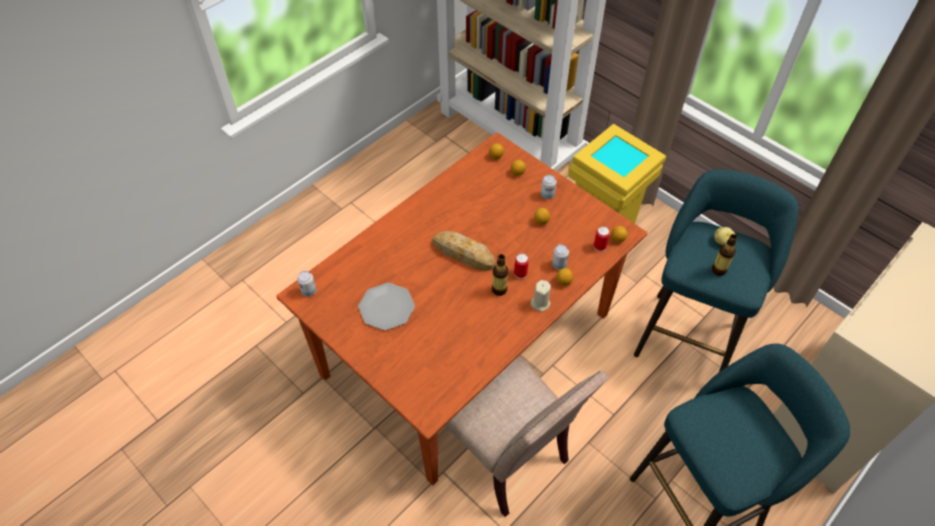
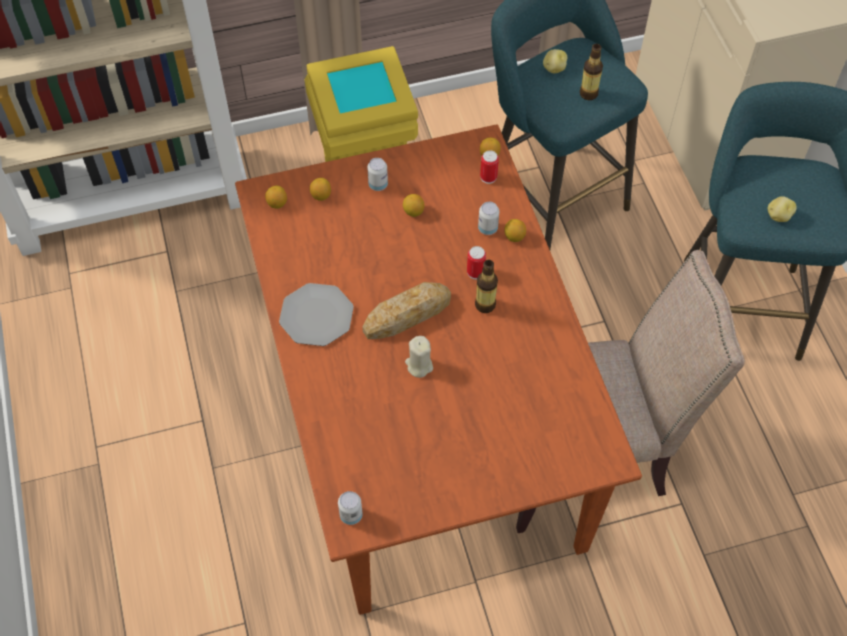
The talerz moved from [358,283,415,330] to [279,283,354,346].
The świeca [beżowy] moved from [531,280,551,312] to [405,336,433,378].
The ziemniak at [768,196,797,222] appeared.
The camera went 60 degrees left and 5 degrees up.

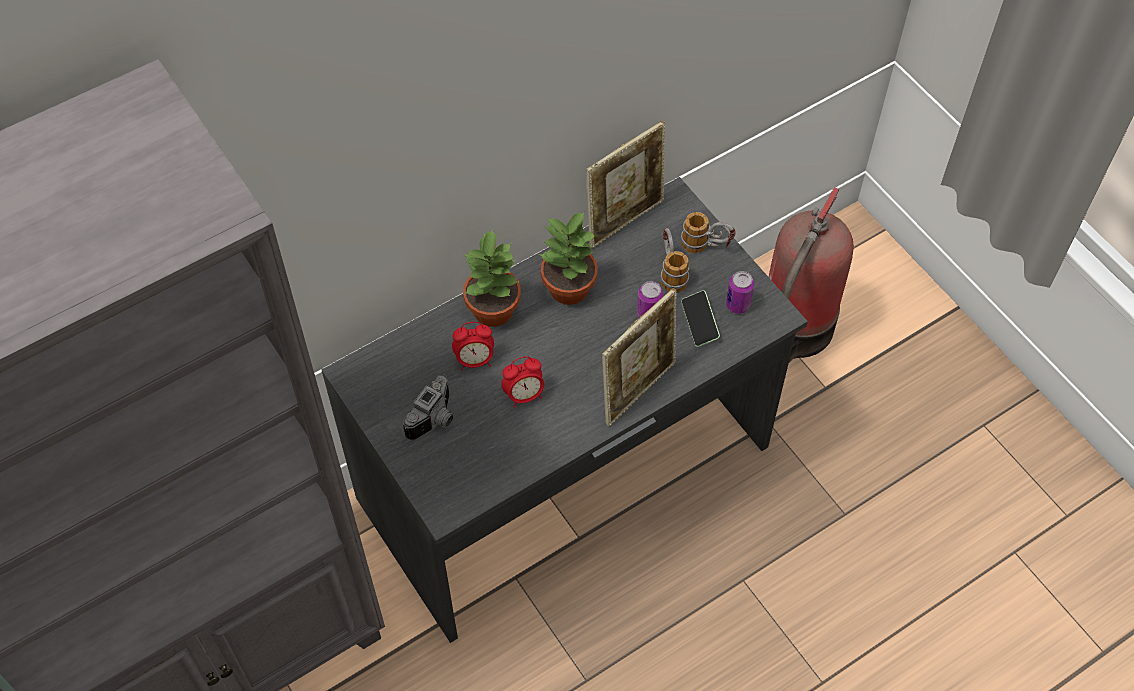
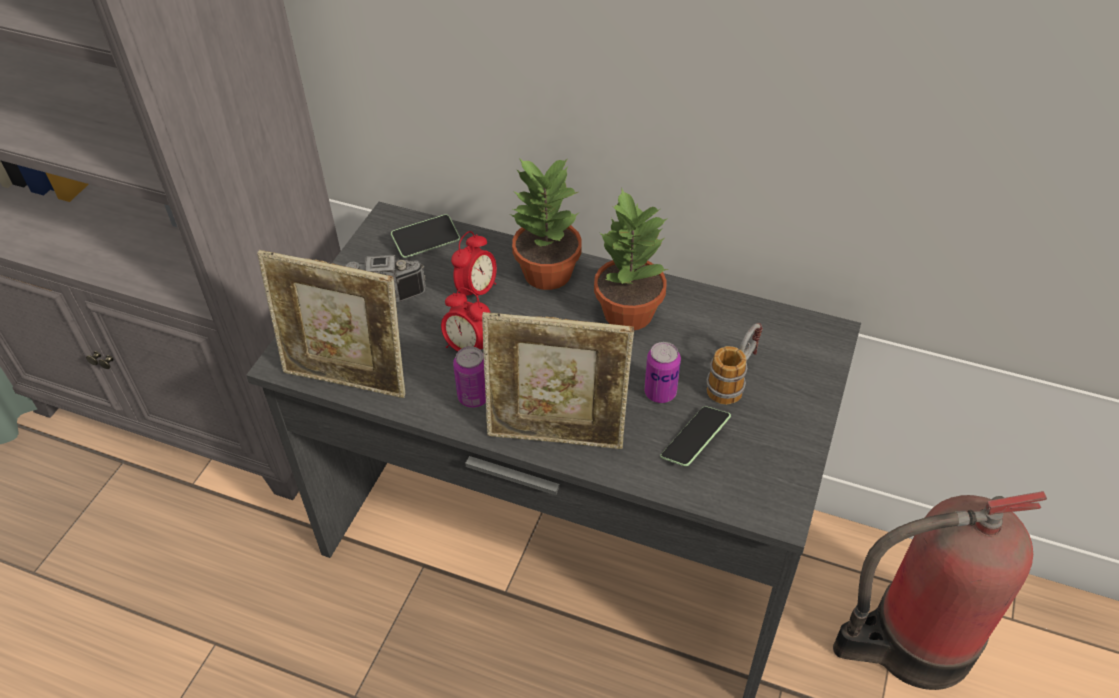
The ramka na zdjęcie moved from [586,121,665,248] to [257,250,405,398].
The telefon at [391,214,460,258] appeared.
The budzik at [452,322,494,371] turned 105 degrees counterclockwise.
The puszka moved from [726,271,754,314] to [453,346,486,408].
The kubek at [681,212,736,253] disappeared.
The camera went 55 degrees right and 10 degrees down.

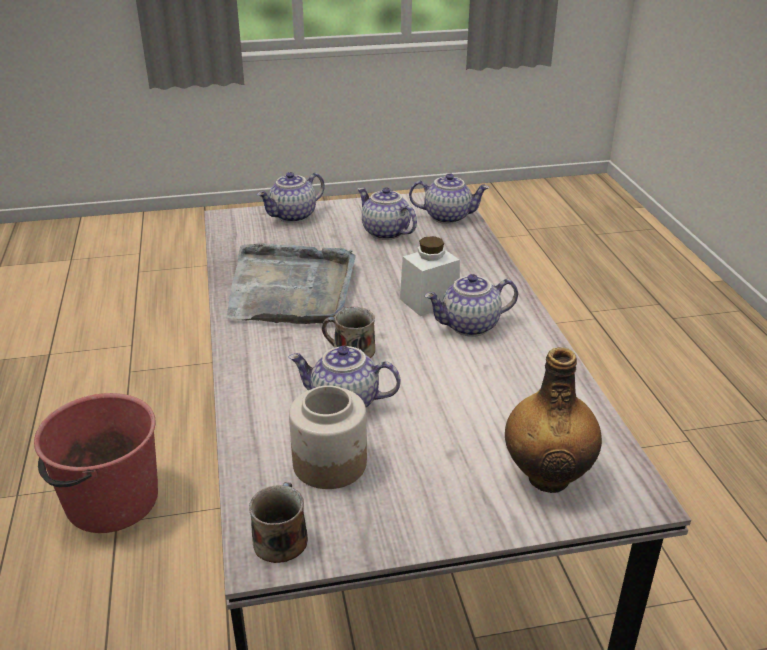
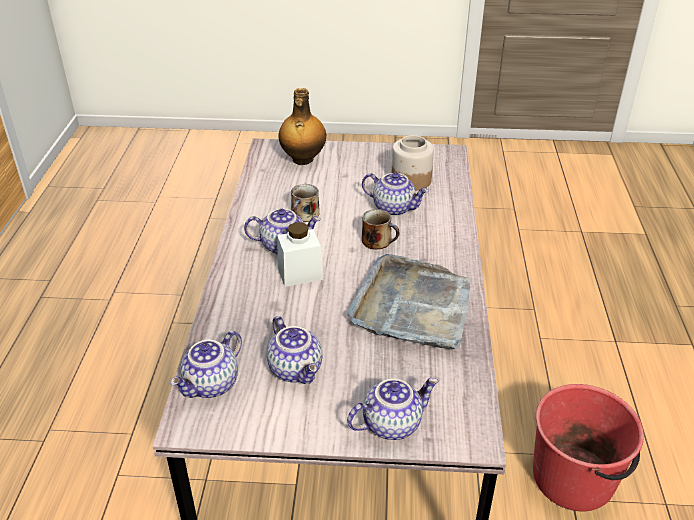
The imbryk at [409,173,490,224] turned 75 degrees counterclockwise.
The kubek moved from [249,482,308,563] to [291,184,320,222].
The camera went 165 degrees left and 5 degrees up.

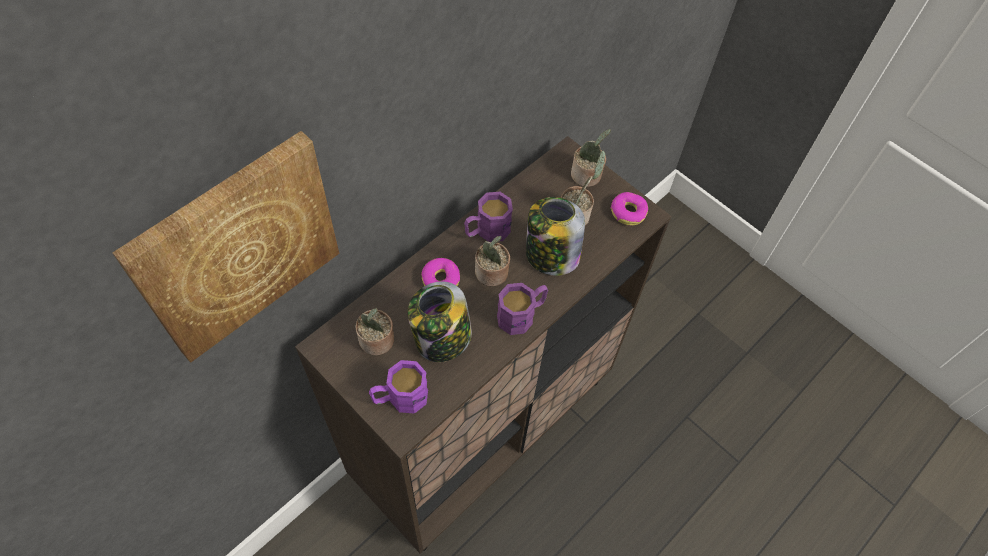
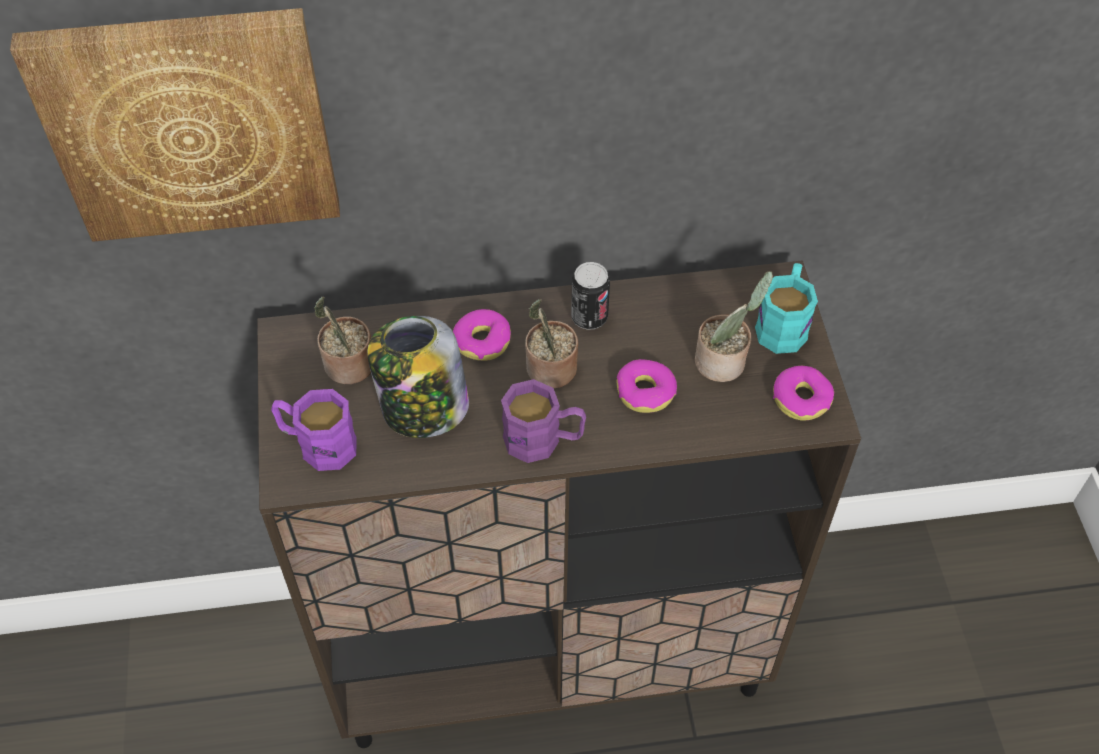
The kubek [fioletowy] at [464,192,513,242] was replaced by the puszka at [571,262,610,330].
The słoik at [526,197,585,276] was replaced by the donut at [617,359,677,413].
The roślina doniczkowa at [571,129,611,187] was replaced by the kubek [turkusowy] at [755,263,818,354].
The camera went 40 degrees right and 5 degrees down.

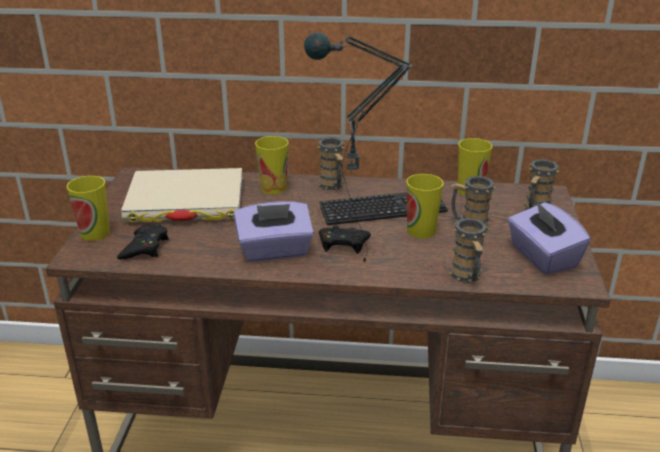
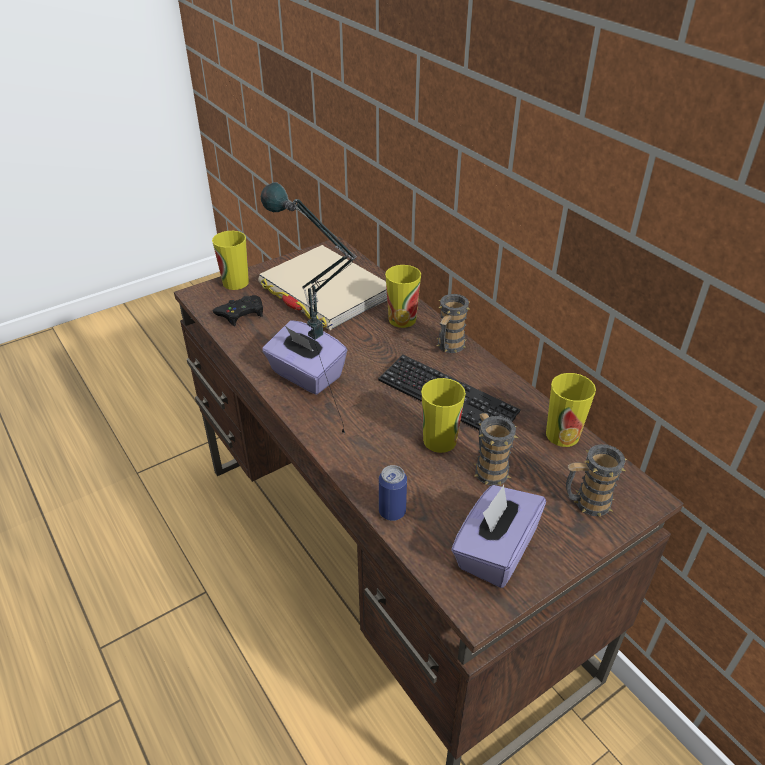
The kubek at [448,218,489,283] was replaced by the puszka at [379,465,407,521].
The pad do gier [czarny] at [319,225,371,254] disappeared.
The camera went 50 degrees right and 10 degrees up.

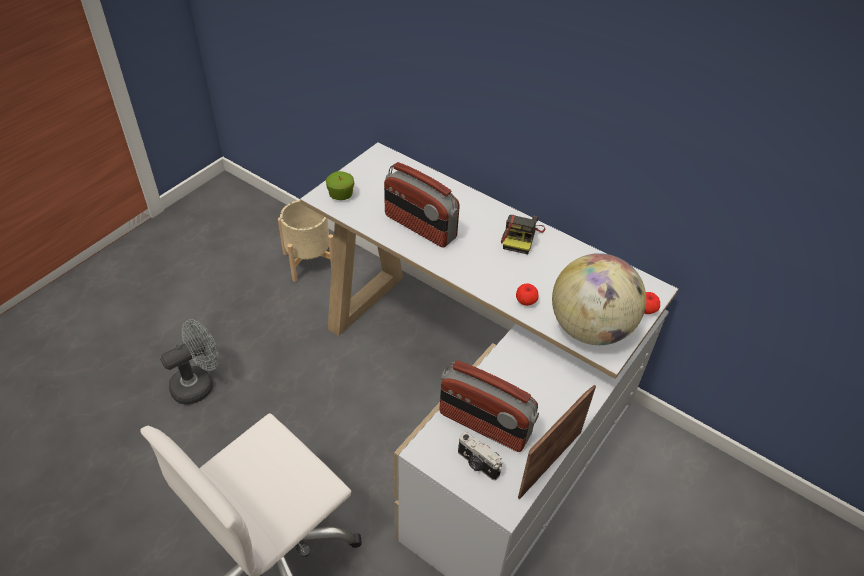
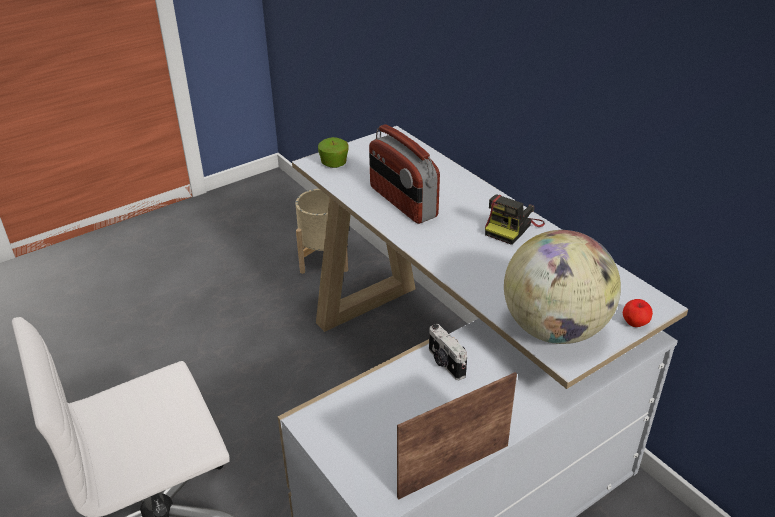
The aparat fotograficzny moved from [458,432,502,480] to [429,324,467,380].
The wentylator [szary] at [160,319,219,405] disappeared.
The radio at [439,361,539,452] disappeared.
The jabłko at [516,284,539,306] disappeared.
The camera went 20 degrees right and 10 degrees down.

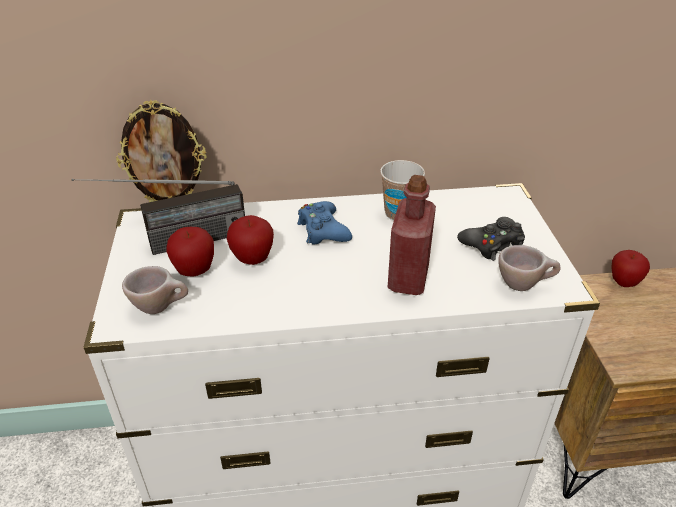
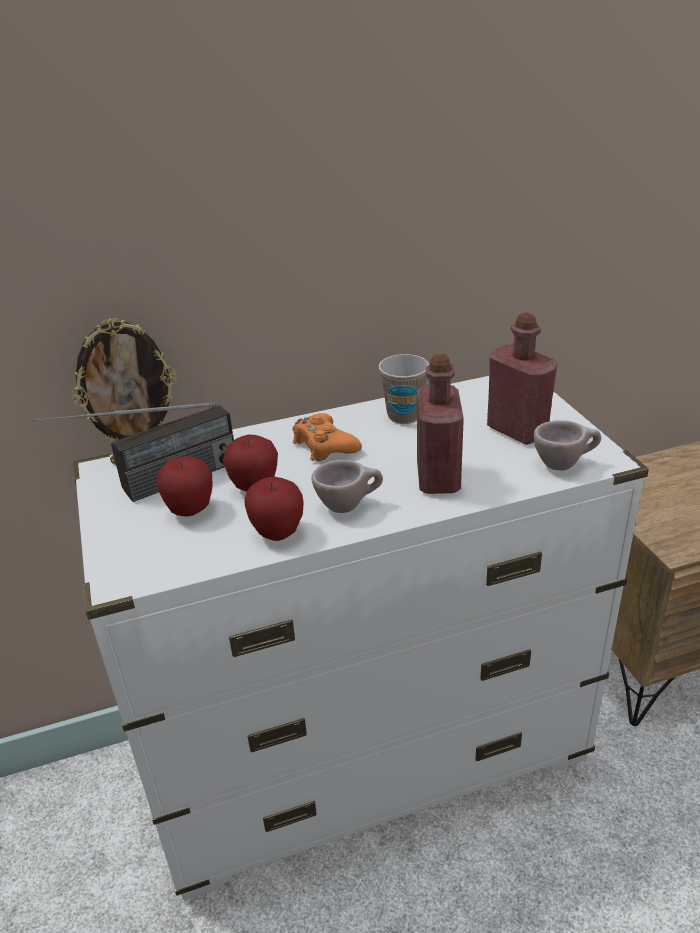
The jabłko moved from [611,250,650,287] to [244,477,304,541].
The pad do gier [niebieski] at [297,201,352,245] became the pad do gier [pomarańczowy] at [293,413,362,462].
The filiżanka [beżowy] moved from [122,266,188,314] to [311,460,383,513].
The pad do gier [czarny] at [457,217,525,261] was replaced by the butelka [czerwony] at [487,312,557,445].
The camera went 10 degrees left and 5 degrees down.

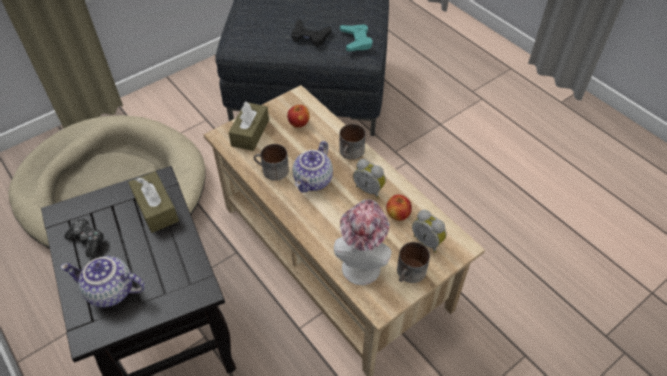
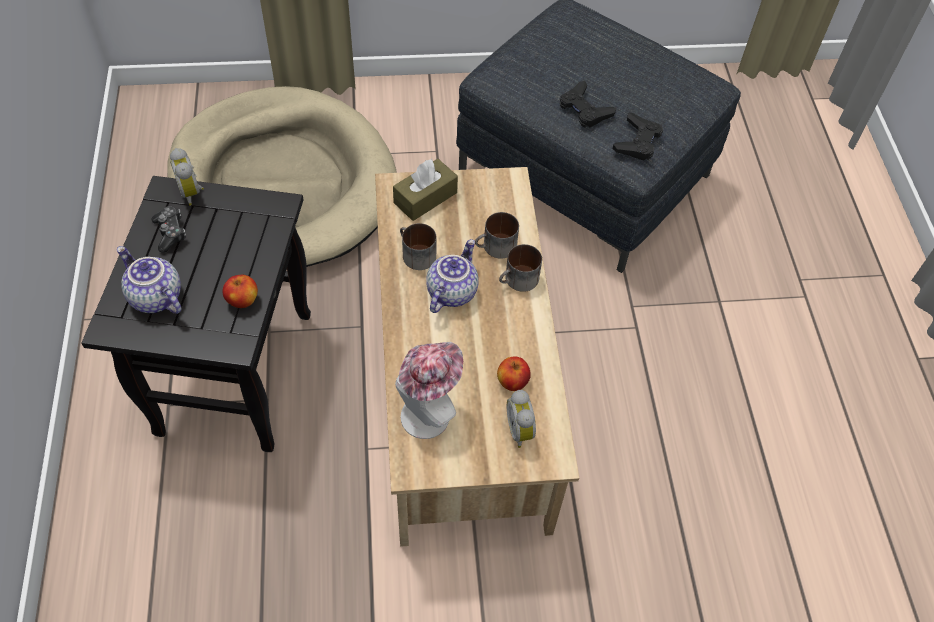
The budzik moved from [353,159,386,198] to [170,148,204,206].
The jabłko moved from [287,105,310,128] to [223,275,258,308].
The imbryk at [293,141,333,192] turned 150 degrees clockwise.
The kubek moved from [397,242,430,283] to [475,212,519,259].
The pad do gier [turkusowy] at [340,24,373,51] became the pad do gier [czarny] at [613,112,663,160].
The pudełko chusteczek [brązowy] at [128,171,179,233] disappeared.
The camera went 30 degrees right and 5 degrees up.

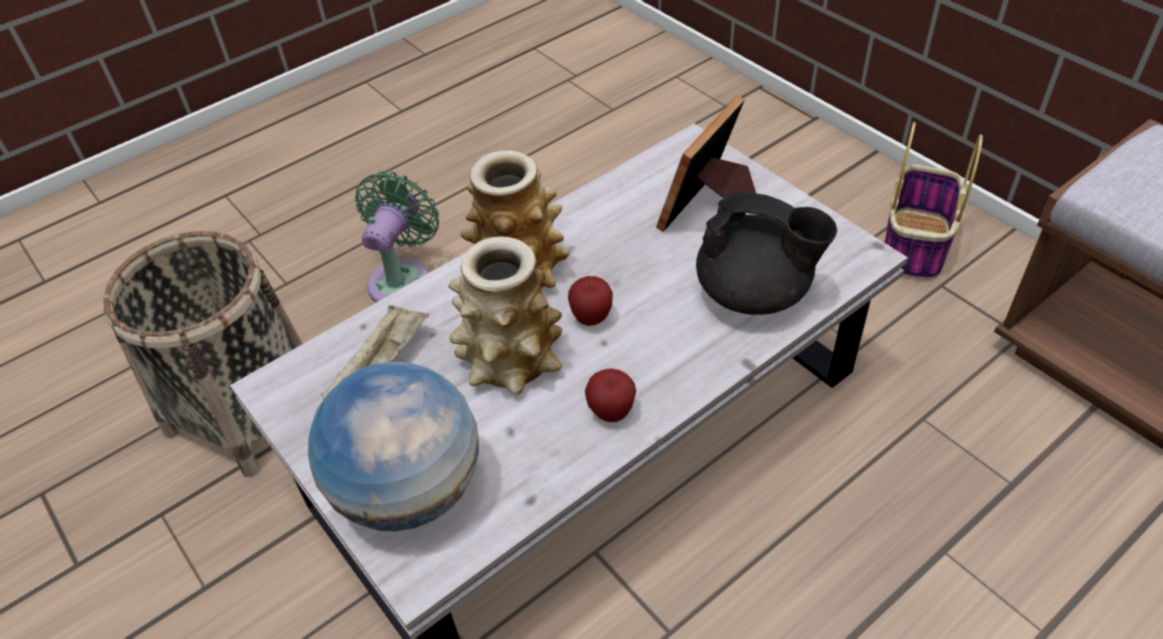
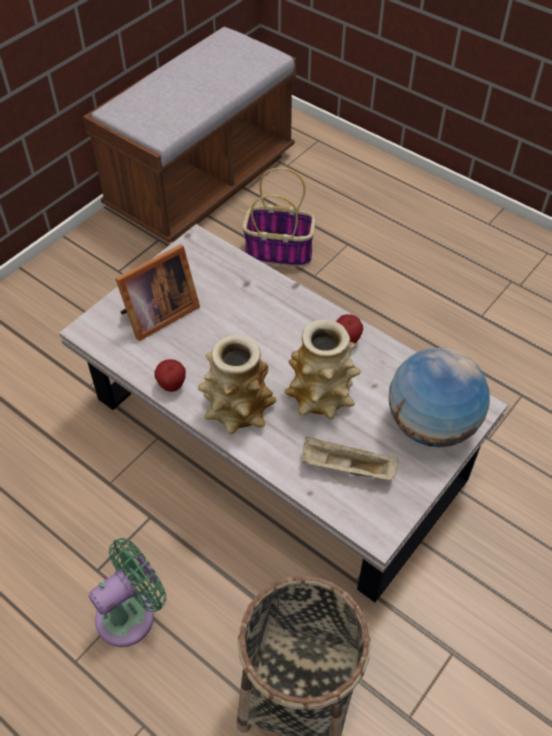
The wentylator [zielony] at [355,172,439,303] turned 135 degrees clockwise.
The ramka na zdjęcie at [656,95,756,232] turned 60 degrees counterclockwise.
The jabłko moved from [568,276,613,326] to [154,359,186,392].
The koszyk moved from [884,122,983,280] to [243,168,315,267].
The imbryk [czarny] at [696,191,837,315] disappeared.
The camera went 105 degrees left and 5 degrees up.

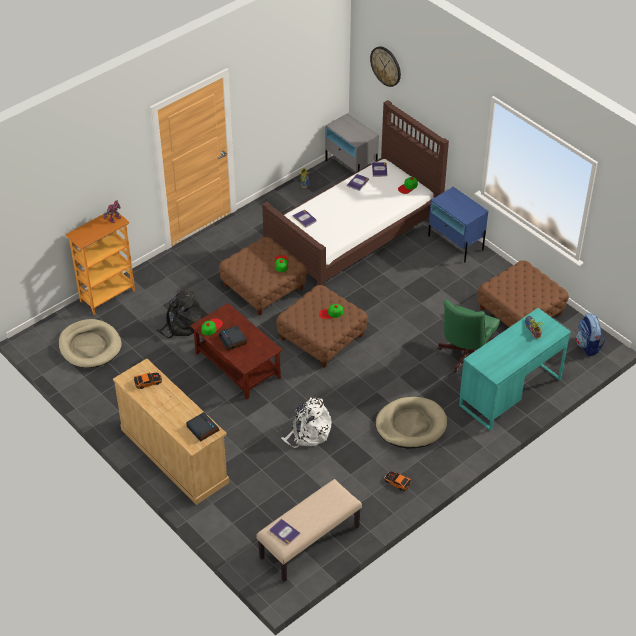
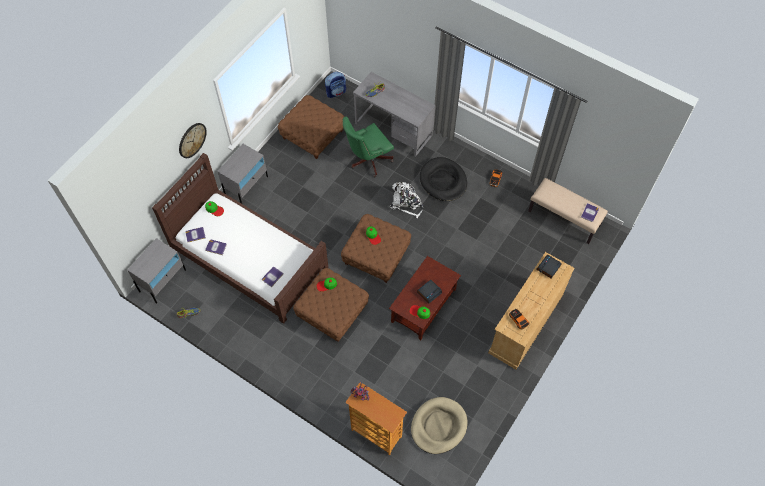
The zegar ścienny moved from [370,47,401,87] to [179,123,207,158].
The szafka nocna [niebieski] at [428,187,488,262] became the szafka nocna [szary] at [217,144,268,204].
The krzesło biurowe [zielony] at [438,299,500,373] turned 135 degrees clockwise.
The biurko [turkusowy] at [459,308,571,431] became the biurko [szary] at [353,72,436,157].
The plecak [biały] moved from [281,397,332,448] to [389,182,424,218].
The legowisko [beżowy] at [376,397,447,448] became the legowisko [czarny] at [420,157,467,201].
The plecak [czarny] at [156,290,203,338] disappeared.
The camera went 105 degrees left and 15 degrees up.

